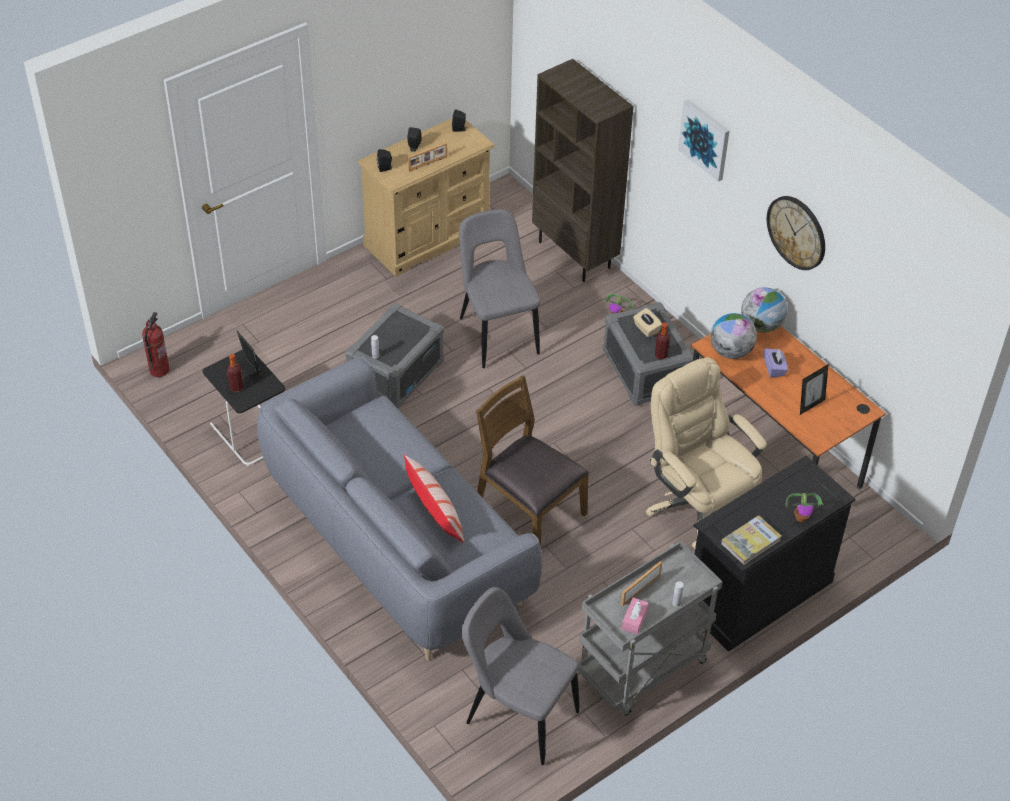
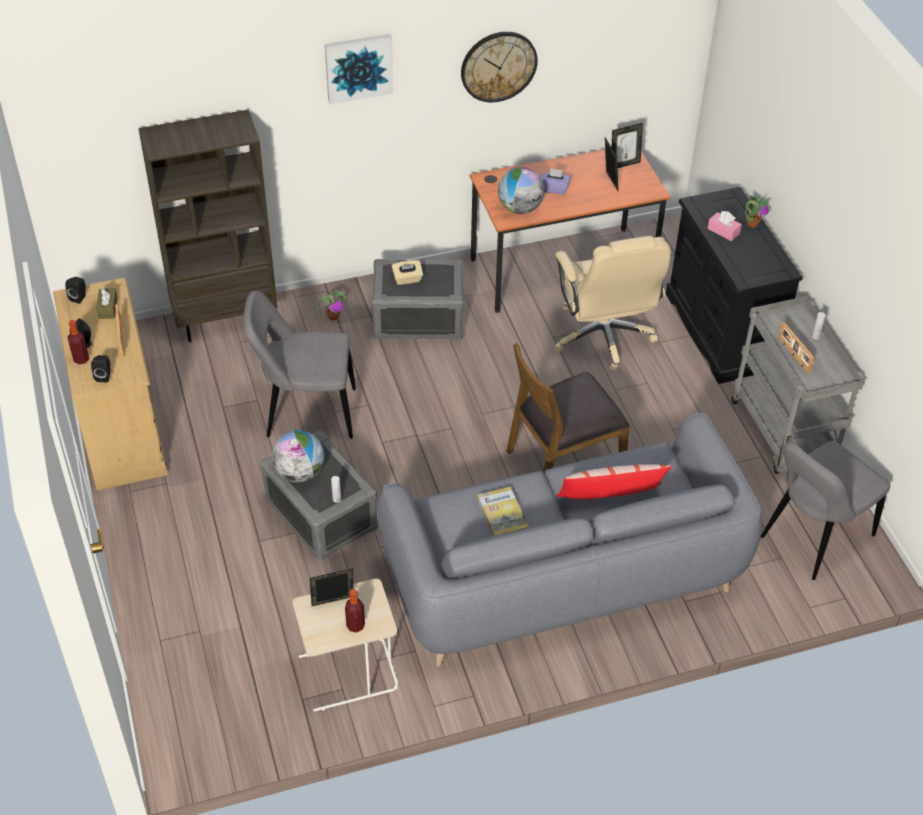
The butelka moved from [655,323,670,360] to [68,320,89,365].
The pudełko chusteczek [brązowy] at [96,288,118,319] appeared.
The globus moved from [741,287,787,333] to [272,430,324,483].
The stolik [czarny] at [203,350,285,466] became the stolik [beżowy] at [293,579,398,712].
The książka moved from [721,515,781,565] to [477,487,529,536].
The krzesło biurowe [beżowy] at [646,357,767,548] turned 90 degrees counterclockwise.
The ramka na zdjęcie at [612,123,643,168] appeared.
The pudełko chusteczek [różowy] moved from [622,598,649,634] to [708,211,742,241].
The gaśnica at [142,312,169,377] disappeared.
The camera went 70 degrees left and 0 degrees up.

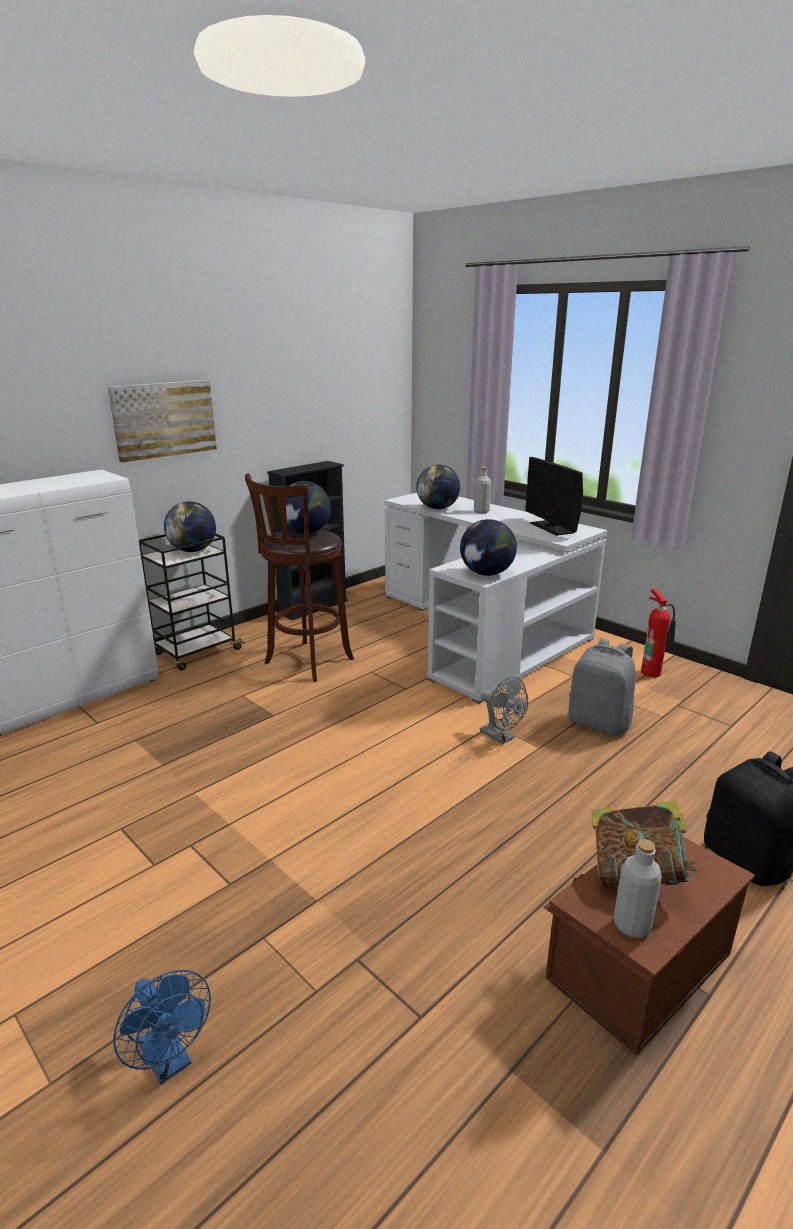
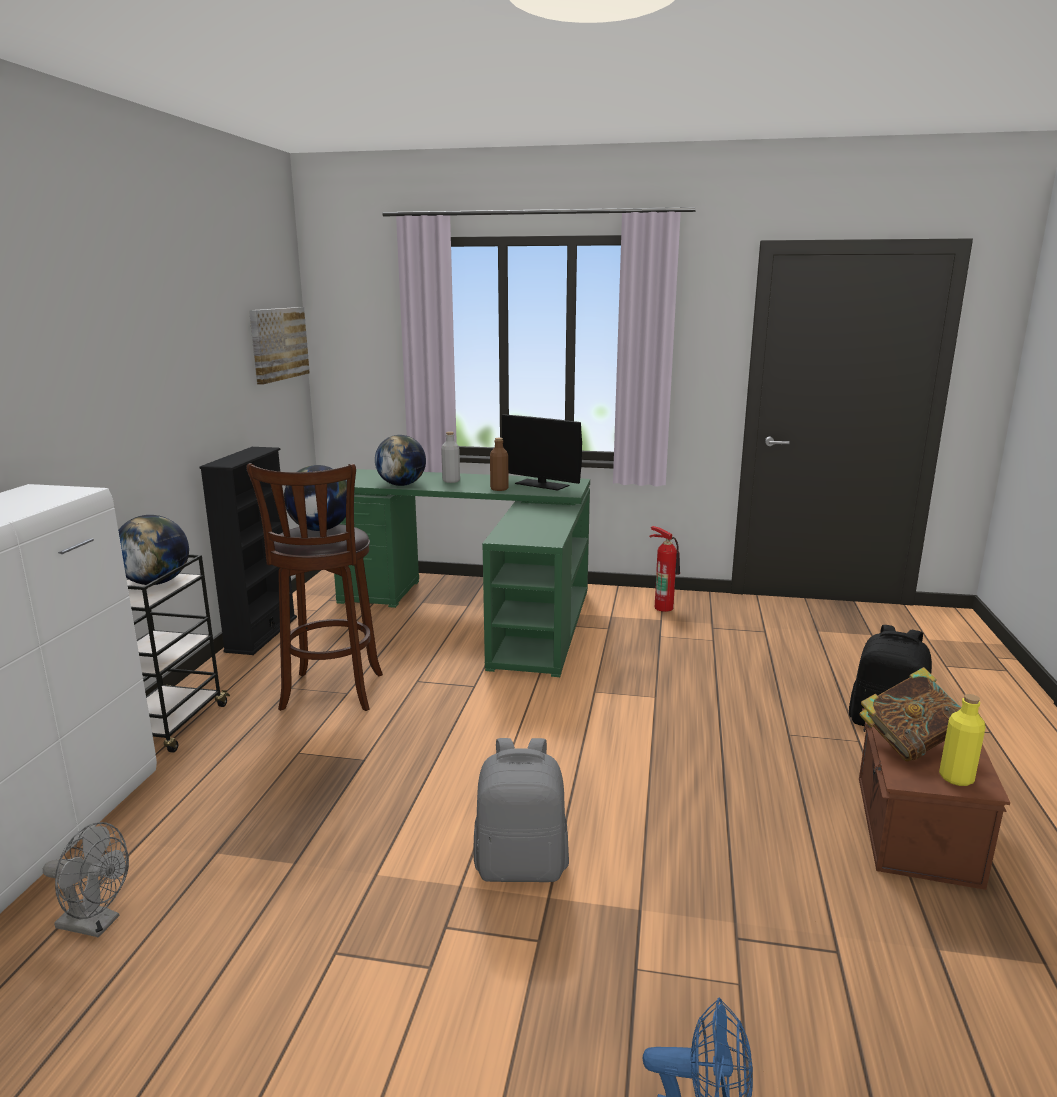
The wentylator [szary] moved from [480,677,528,744] to [43,822,129,938].
The obraz moved from [108,380,217,463] to [249,307,310,385].
The biurko [biały] at [385,493,607,704] became the biurko [zielony] at [334,469,590,677].
The plecak [szary] moved from [569,638,636,736] to [473,738,569,882].
The butelka [brązowy] at [490,438,509,491] appeared.
The butelka [szary] at [614,839,662,938] became the butelka [żółty] at [939,694,986,786].
The globus at [460,519,517,576] disappeared.
The camera went 35 degrees left and 5 degrees down.

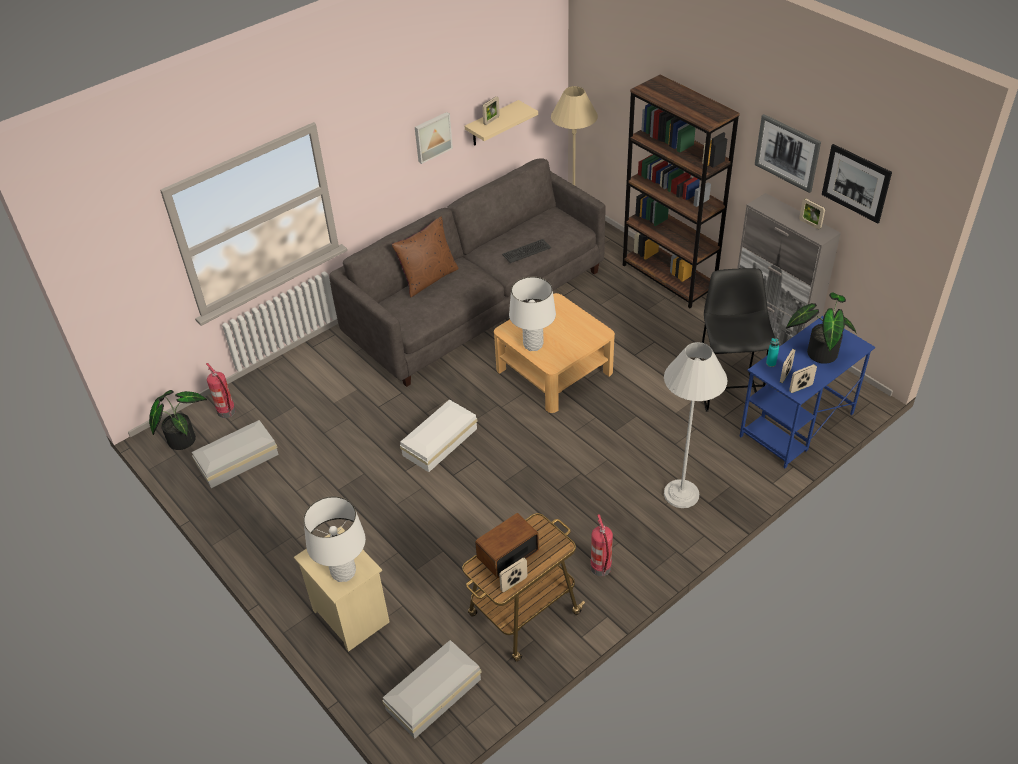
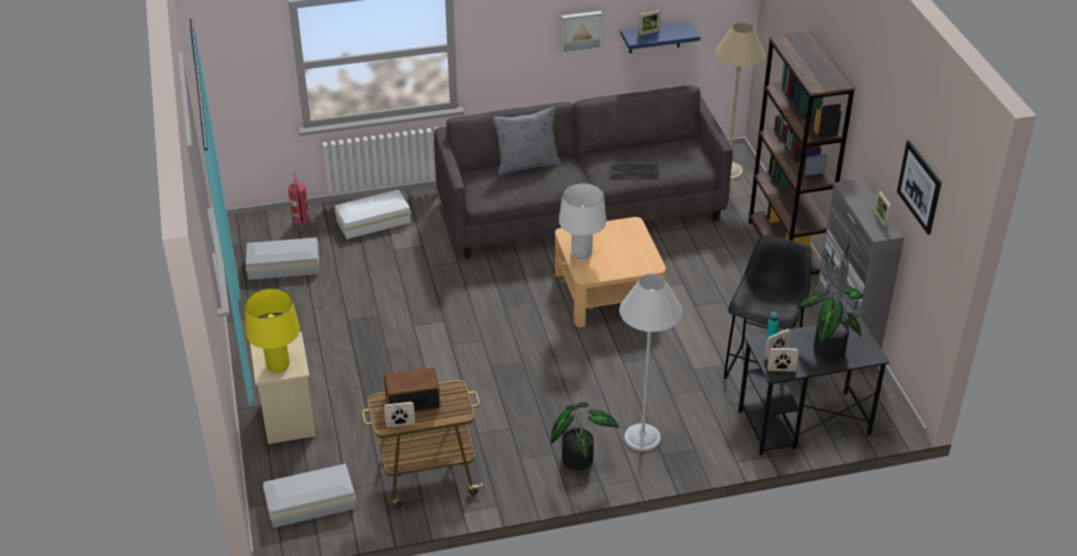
The lampa stołowa [biały] at [303,496,366,582] became the lampa stołowa [żółty] at [245,288,300,373].
The pojemnik do przechowywania [biały] moved from [400,399,477,472] to [334,189,411,239].
The poduszka [brązowy] at [392,217,459,298] became the poduszka [szary] at [493,107,561,175].
The roślina doniczkowa moved from [149,390,207,450] to [551,402,619,470].
The półka [beżowy] at [465,100,538,146] became the półka [niebieski] at [620,22,700,53].
The biurko [niebieski] at [739,316,875,468] became the biurko [czarny] at [738,317,889,455].
The gaśnica at [590,514,613,576] disappeared.
The obraz at [755,114,821,193] disappeared.
The camera went 25 degrees right and 5 degrees down.

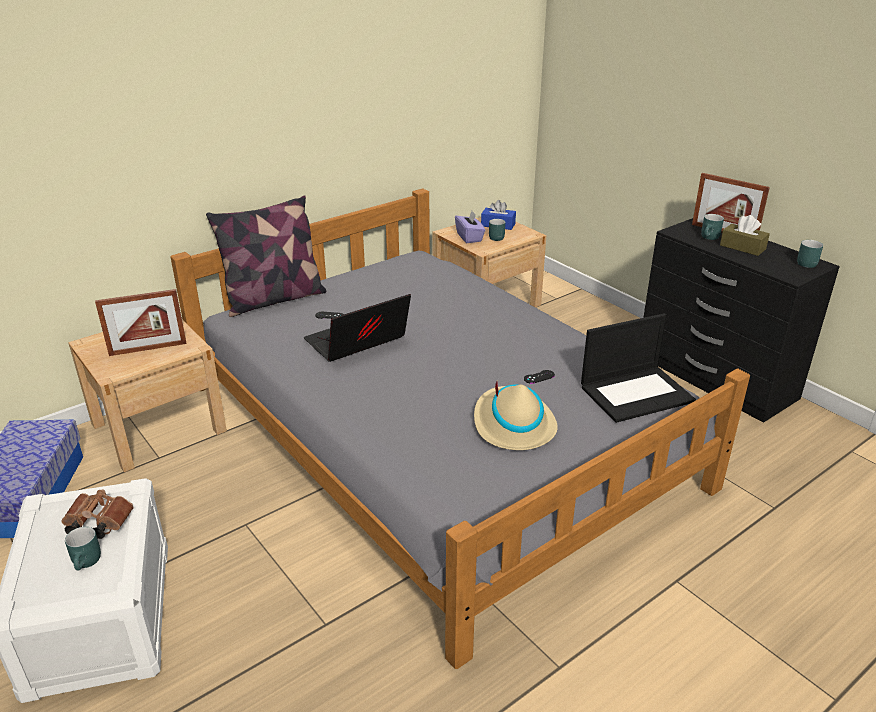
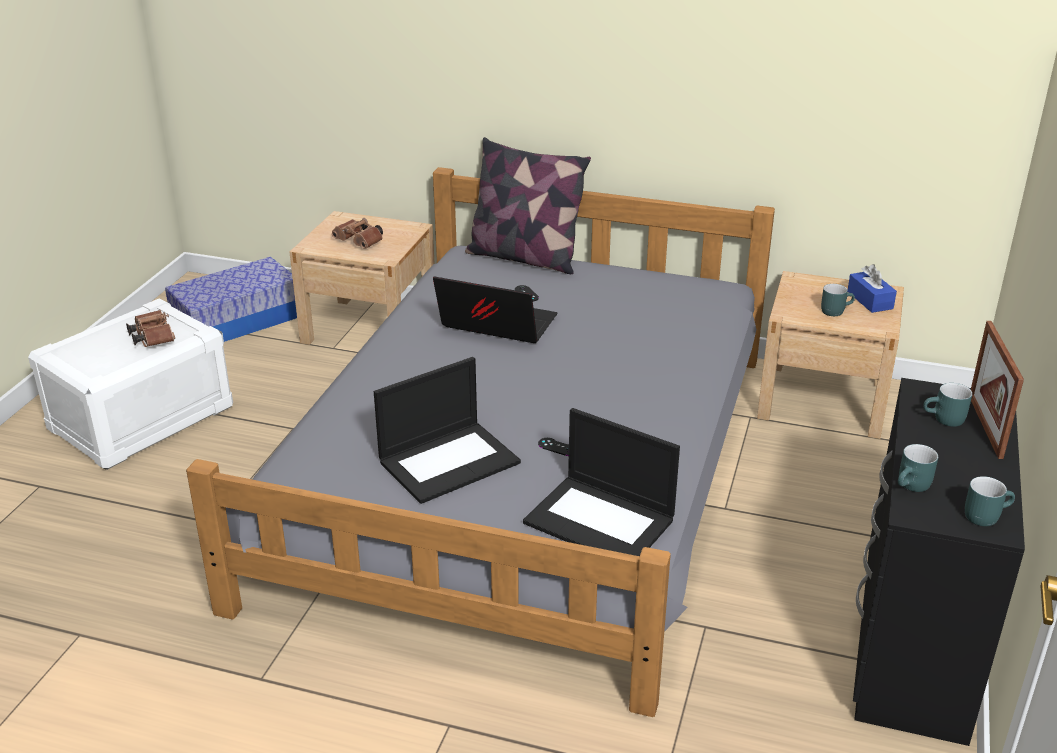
The ramka na zdjęcie at [95,289,187,356] was replaced by the lornetka [brązowy] at [332,218,383,249].
The kapelusz [beżowy] at [474,382,558,450] was replaced by the laptop at [374,357,521,504].
The kubek [turkusowy] moved from [65,527,101,571] to [898,444,938,492].
The pudełko chusteczek [fioletowy] at [455,211,486,243] disappeared.
The pudełko chusteczek [brązowy] at [720,215,770,256] disappeared.
The camera went 55 degrees right and 0 degrees up.

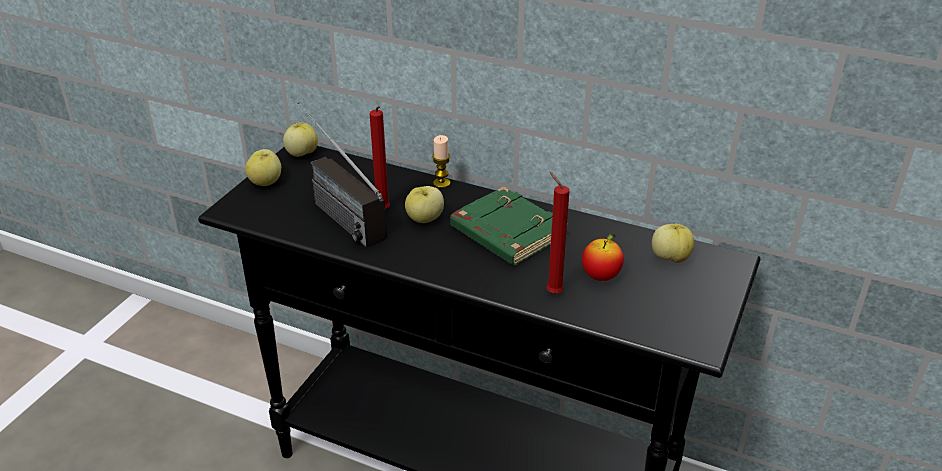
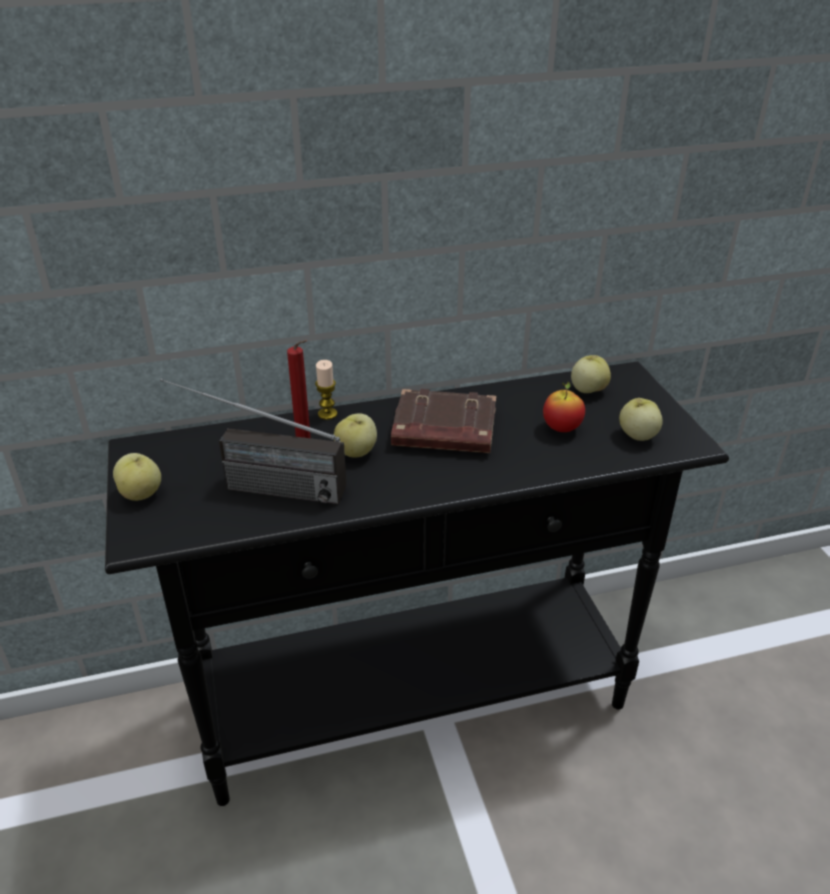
The książka [zielony] at [450,187,567,265] became the książka [brązowy] at [391,389,496,453].
The jabłko moved from [283,122,318,157] to [619,398,663,441].
The świeca [czerwony] at [546,171,569,294] disappeared.
The camera went 40 degrees left and 0 degrees up.

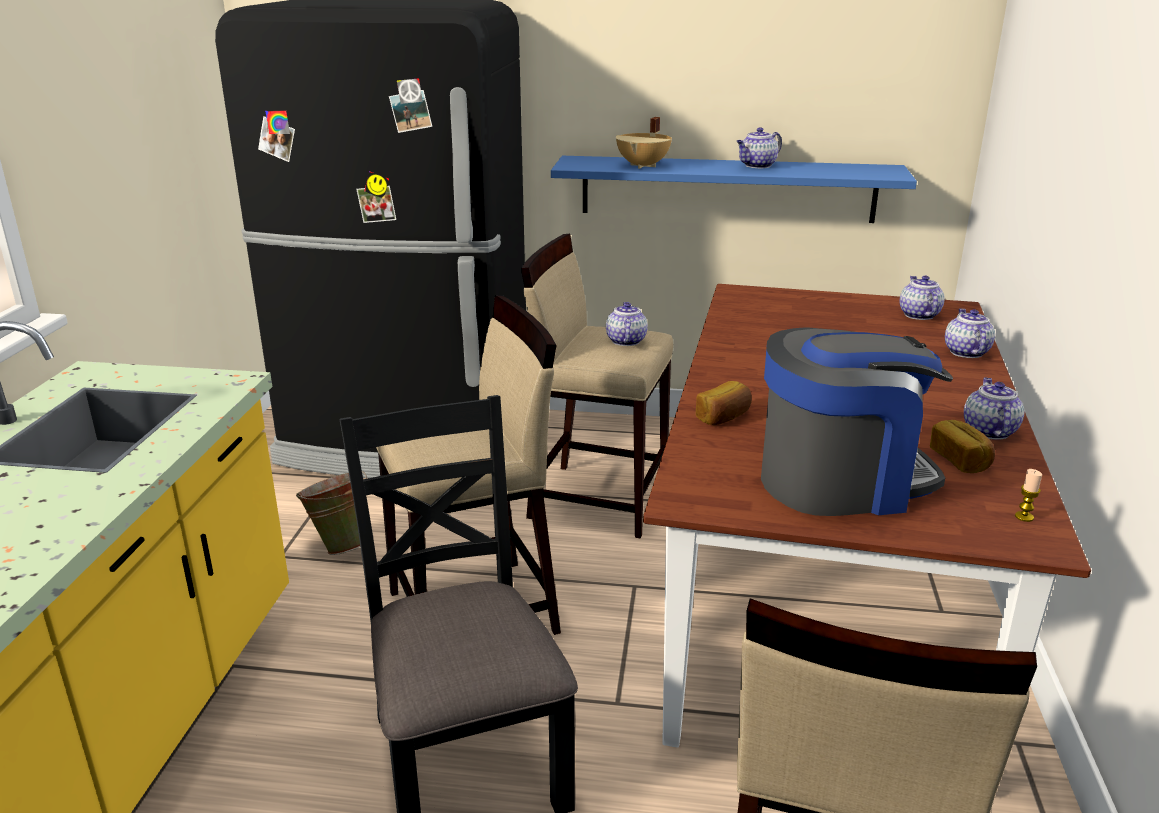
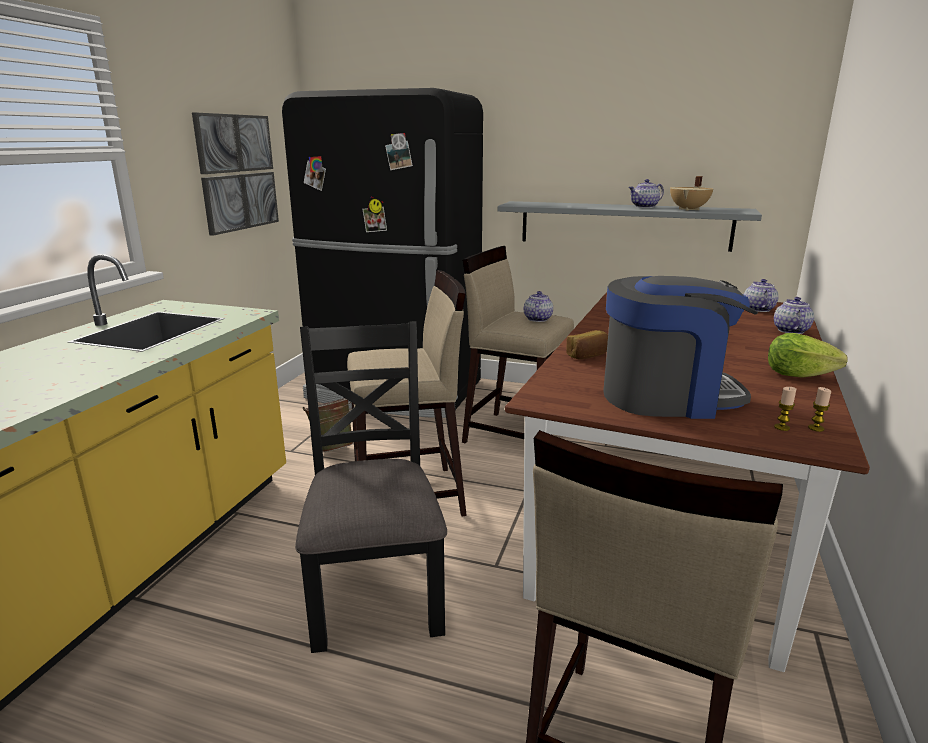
The obraz at [192,113,279,236] appeared.
The półka [niebieski] at [551,156,917,223] became the półka [szary] at [498,201,762,252].
The garnek [beżowy] moved from [616,117,672,169] to [670,176,713,211].
The imbryk at [964,377,1024,440] was replaced by the sałata at [768,333,848,378].
The świeca at [774,387,796,431] appeared.
The chleb at [930,420,995,473] disappeared.
The camera went 10 degrees right and 5 degrees down.

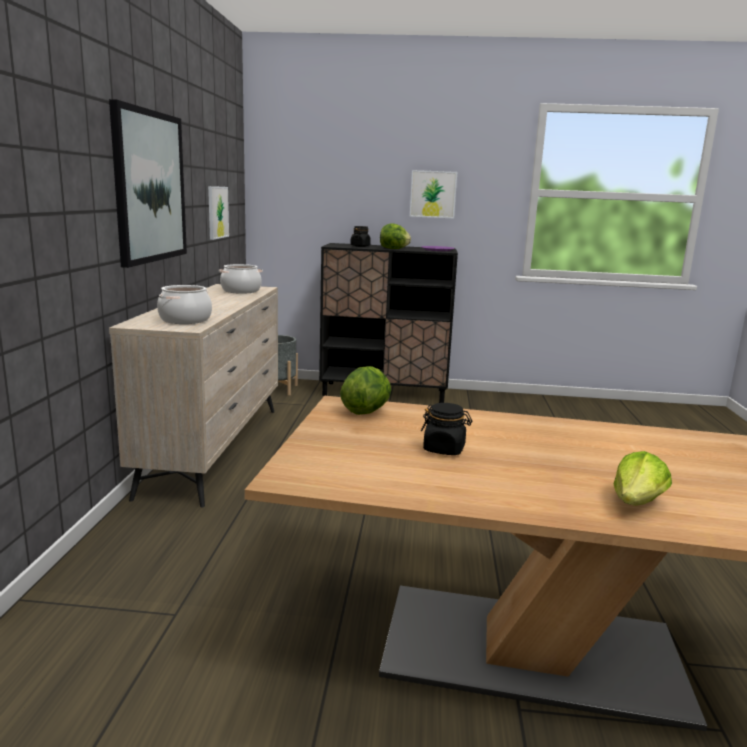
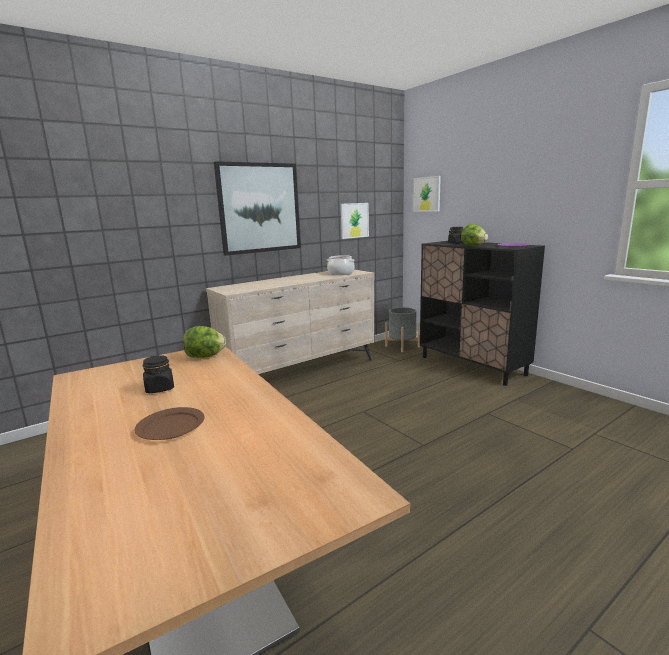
The talerz [brązowy] at [135,407,205,440] appeared.
The obraz moved from [410,170,457,219] to [413,176,441,212].
The garnek at [157,285,212,324] disappeared.
The sałata at [613,451,672,505] disappeared.
The camera went 50 degrees right and 0 degrees up.

